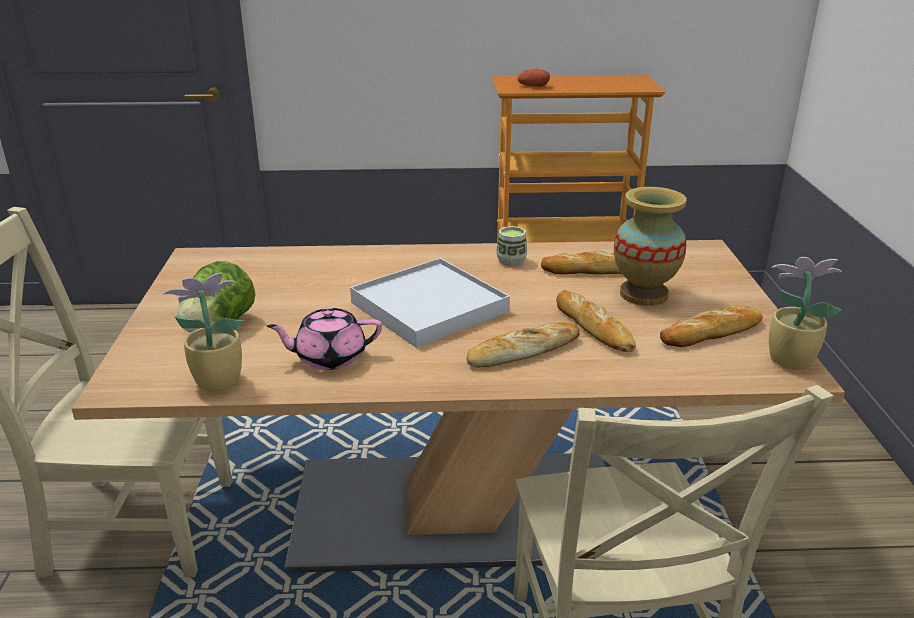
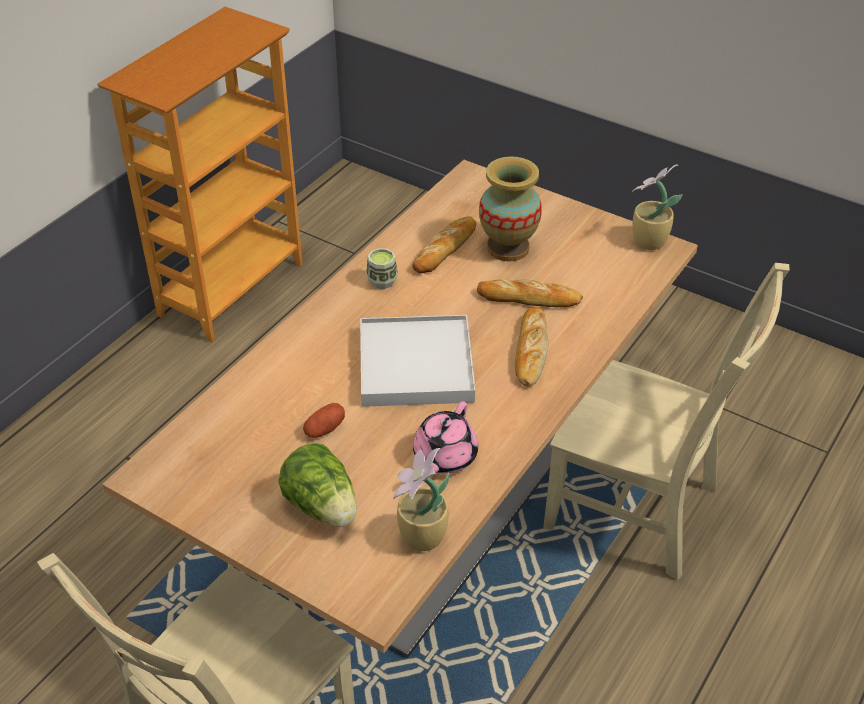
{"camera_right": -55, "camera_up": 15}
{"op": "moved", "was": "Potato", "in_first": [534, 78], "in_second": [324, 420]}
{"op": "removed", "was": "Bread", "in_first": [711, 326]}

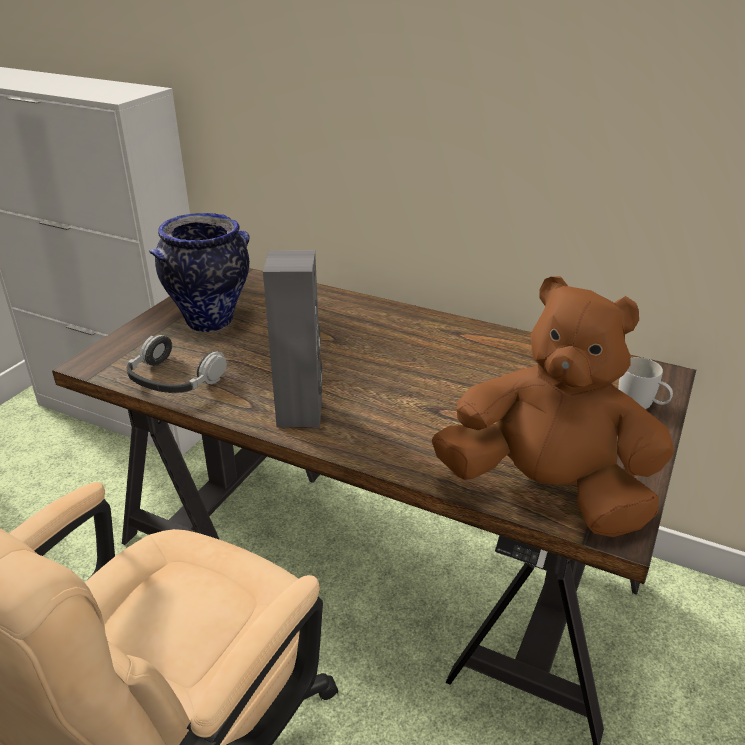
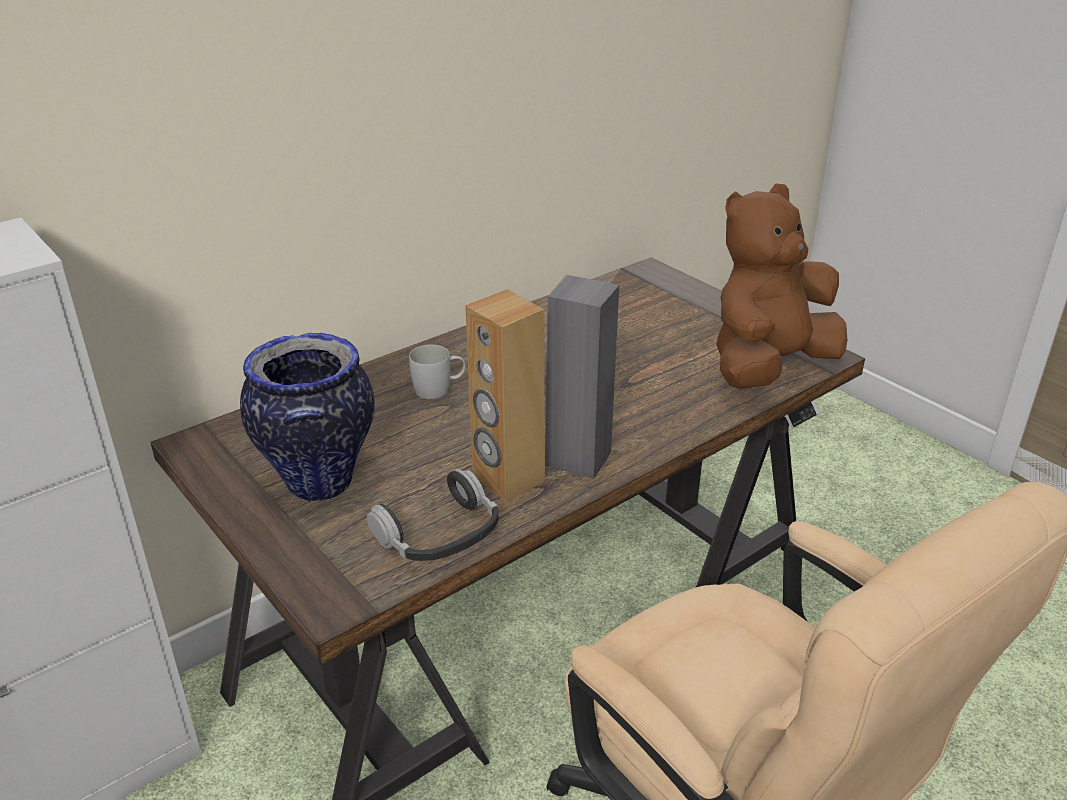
{"camera_right": -65, "camera_up": 0}
{"op": "moved", "was": "WhiteMug", "in_first": [645, 383], "in_second": [437, 371]}
{"op": "added", "now": "BrownSpeaker", "in_second": [505, 395]}

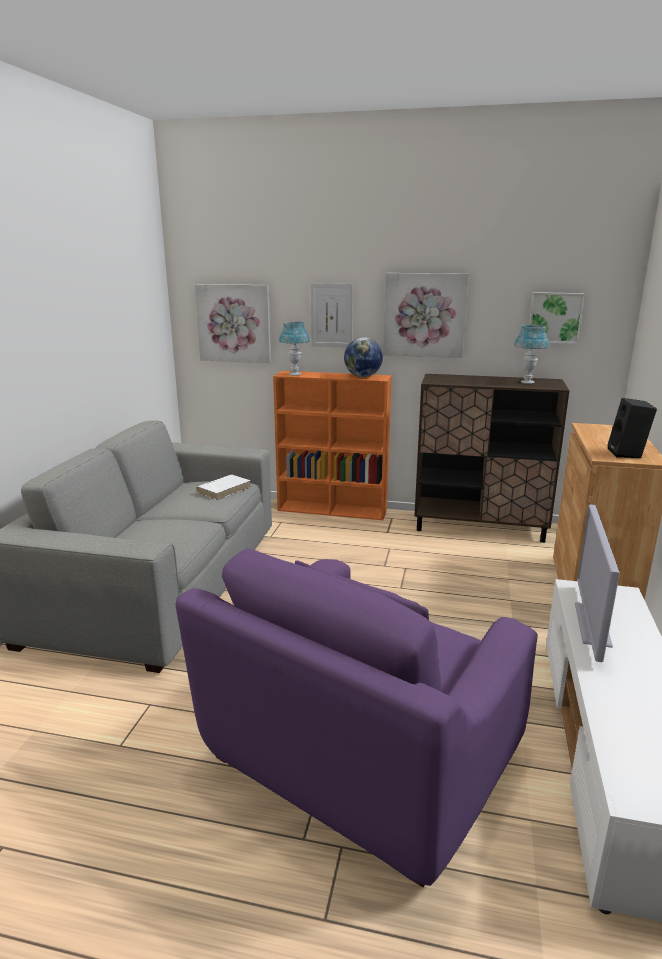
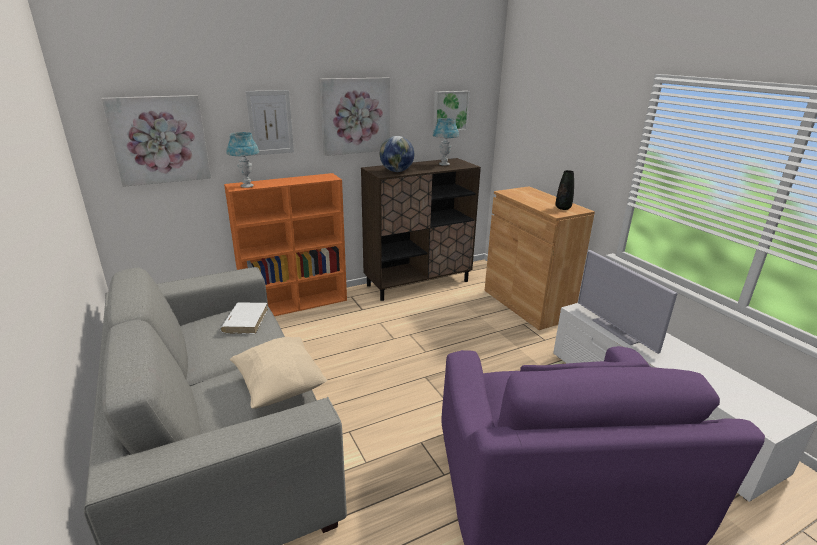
{"camera_right": -40, "camera_up": 5}
{"op": "moved", "was": "Globe", "in_first": [363, 357], "in_second": [397, 154]}
{"op": "replaced", "was": "BlackSpeaker", "now": "BlackVase", "in_first": [632, 428], "in_second": [564, 190]}
{"op": "added", "now": "BeigePillow", "in_second": [278, 373]}

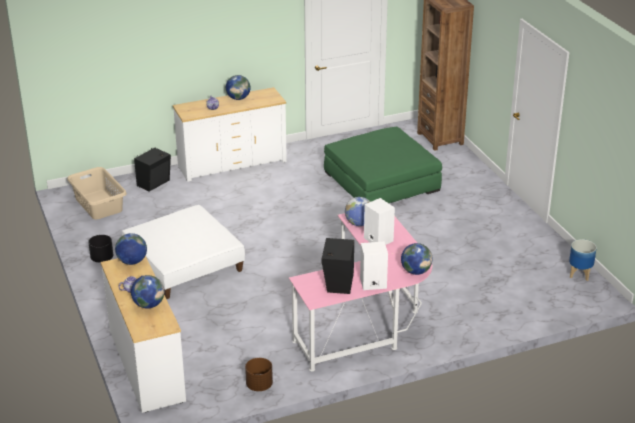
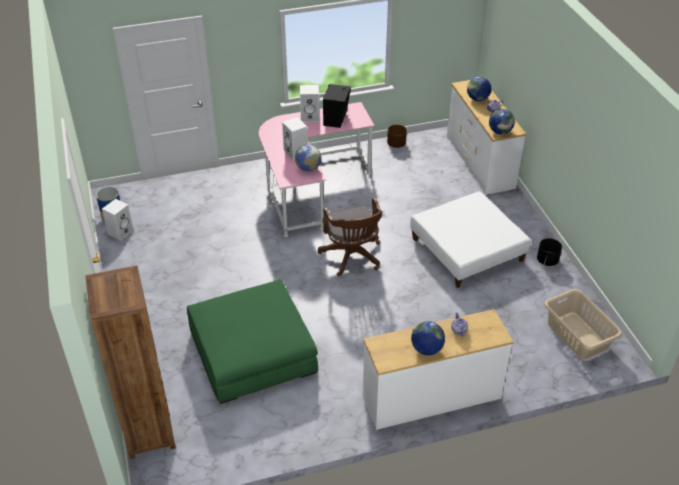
{"camera_right": -175, "camera_up": 10}
{"op": "removed", "was": "BlackSpeaker", "in_first": [152, 169]}
{"op": "removed", "was": "Globe", "in_first": [416, 259]}
{"op": "added", "now": "BrownOfficeChair", "in_second": [350, 236]}
{"op": "added", "now": "WhiteSpeaker", "in_second": [118, 220]}

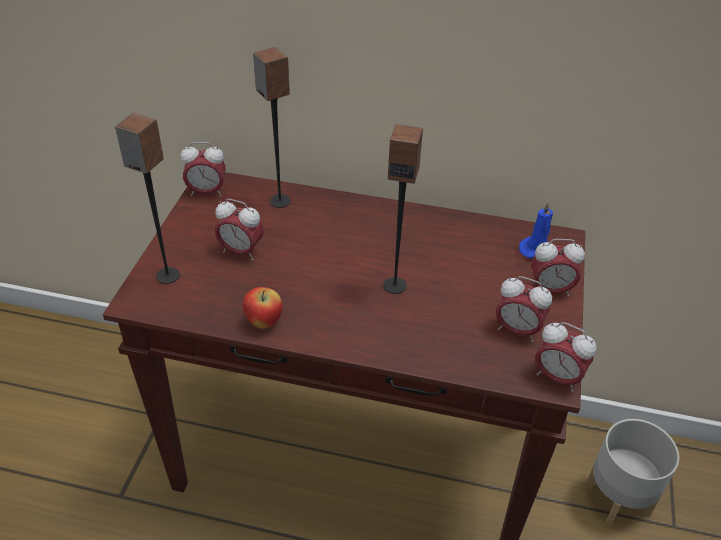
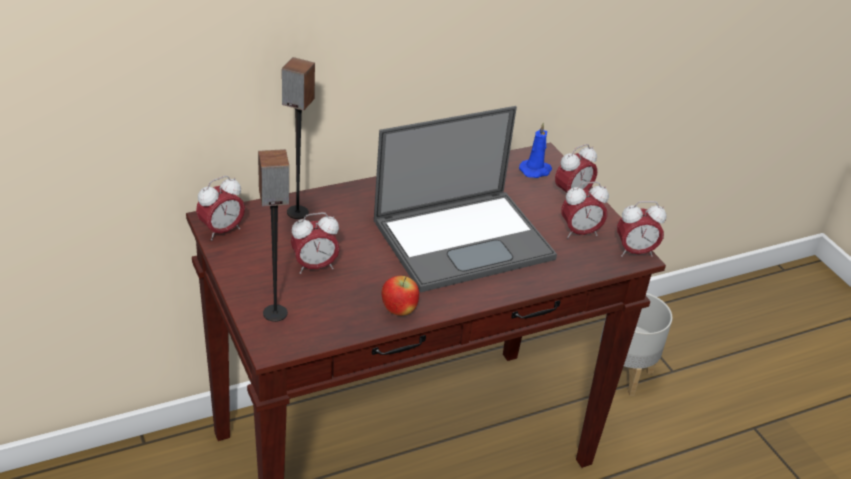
{"camera_right": -40, "camera_up": -5}
{"op": "replaced", "was": "Speaker", "now": "Laptop", "in_first": [403, 209], "in_second": [465, 199]}

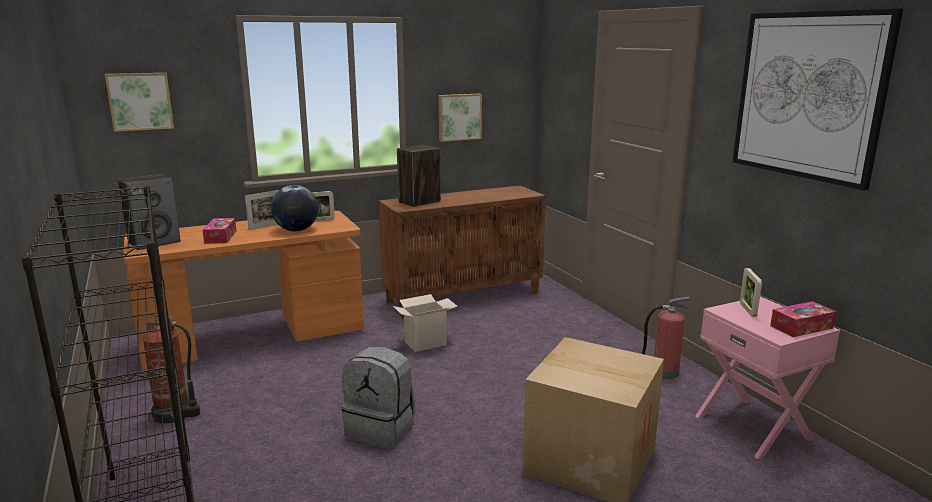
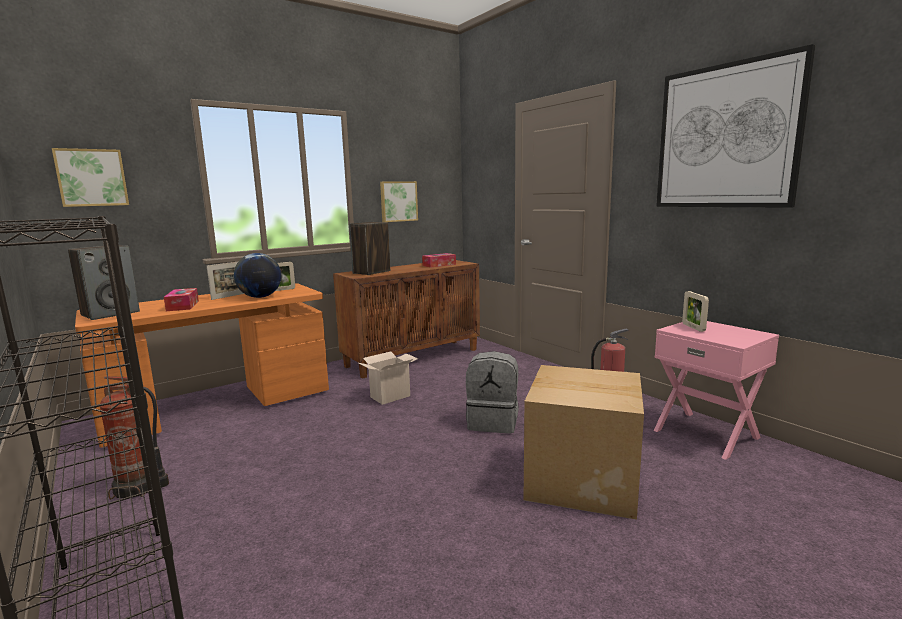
{"camera_right": -10, "camera_up": -5}
{"op": "moved", "was": "TissueBox", "in_first": [803, 319], "in_second": [439, 260]}
{"op": "moved", "was": "GreyBackpack", "in_first": [378, 398], "in_second": [492, 392]}

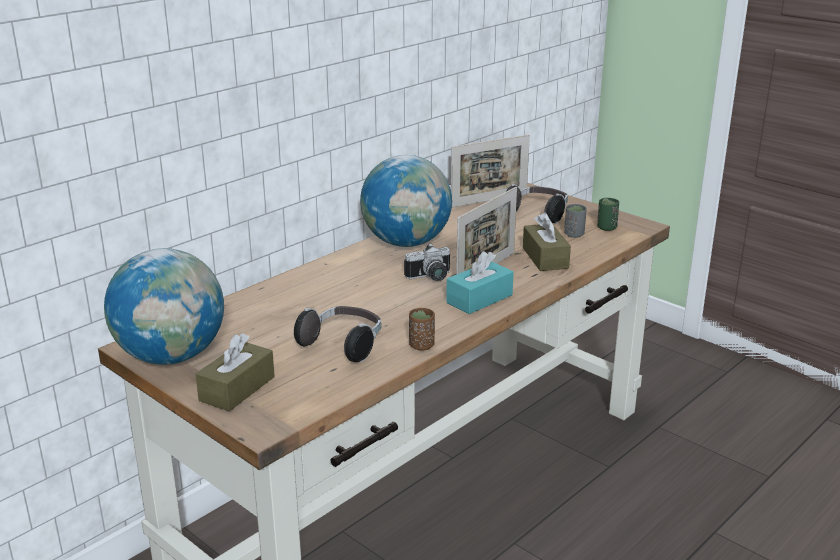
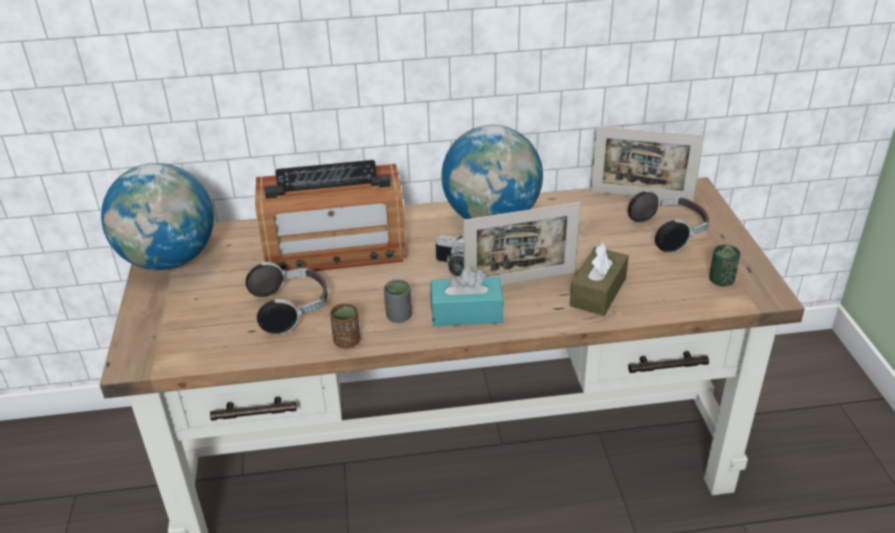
{"camera_right": 40, "camera_up": 10}
{"op": "moved", "was": "GreyCup", "in_first": [575, 221], "in_second": [398, 301]}
{"op": "removed", "was": "BrownTissueBox", "in_first": [235, 372]}
{"op": "added", "now": "Radio", "in_second": [330, 216]}

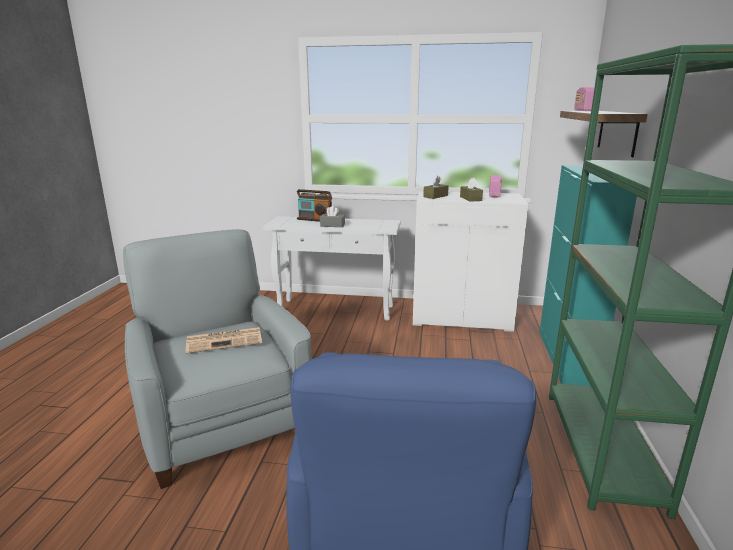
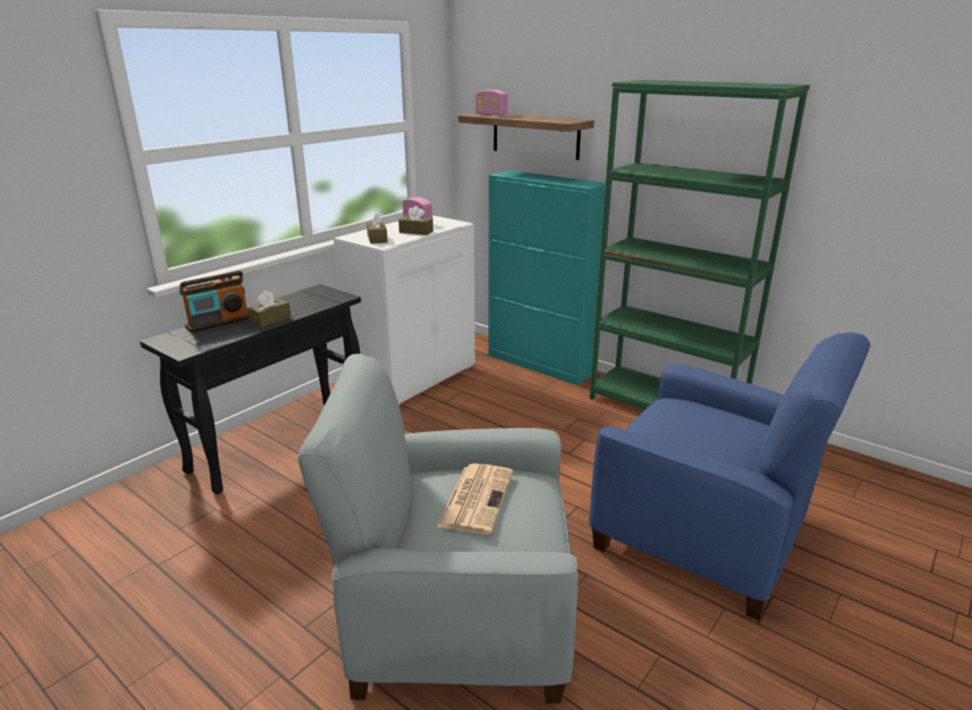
{"camera_right": -60, "camera_up": 5}
{"op": "recoloured", "was": "GreyTissueBox", "now": "BrownTissueBox", "in_first": [332, 216], "in_second": [269, 309]}
{"op": "recoloured", "was": "WhiteConsoleTable", "now": "BlackConsoleTable", "in_first": [332, 268], "in_second": [250, 389]}

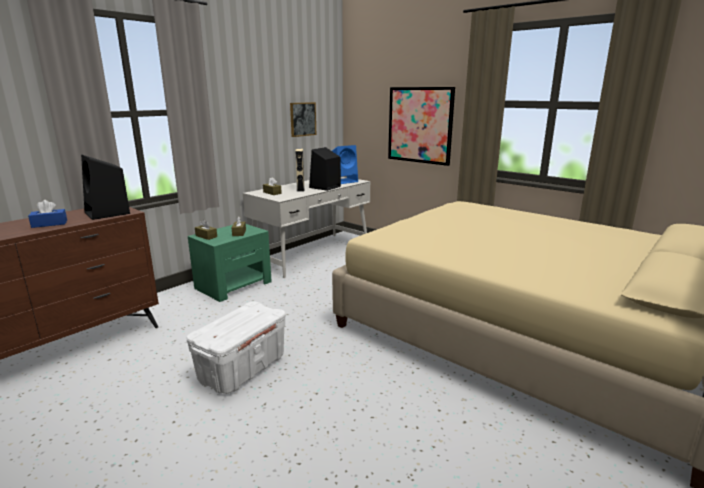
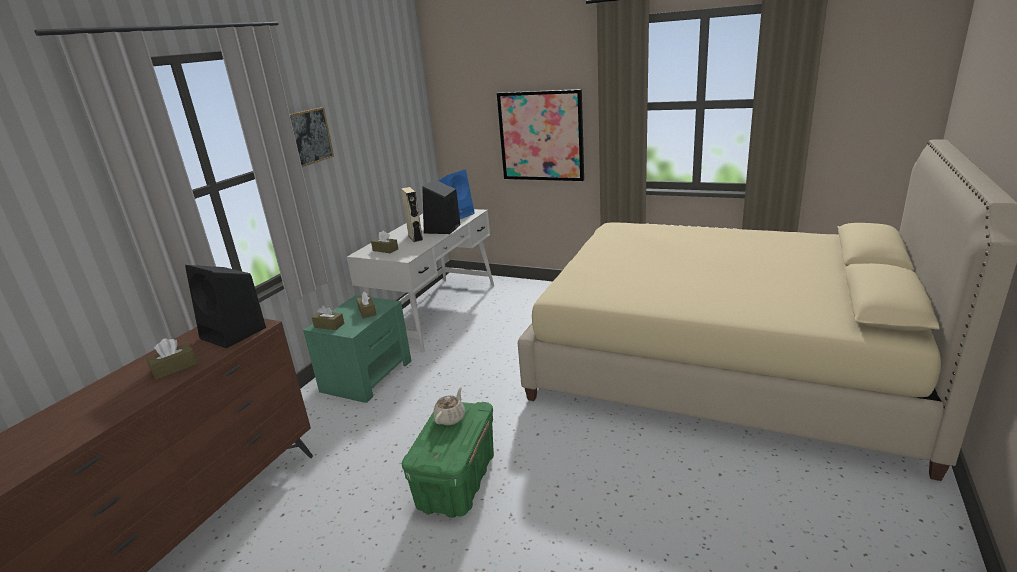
{"camera_right": -15, "camera_up": 5}
{"op": "moved", "was": "Picture", "in_first": [303, 119], "in_second": [312, 137]}
{"op": "recoloured", "was": "BlueTissueBox", "now": "BrownTissueBox", "in_first": [47, 214], "in_second": [172, 359]}
{"op": "recoloured", "was": "WhiteStorageBox", "now": "GreenStorageBox", "in_first": [236, 348], "in_second": [448, 460]}
{"op": "added", "now": "BeigeTeapot", "in_second": [449, 406]}

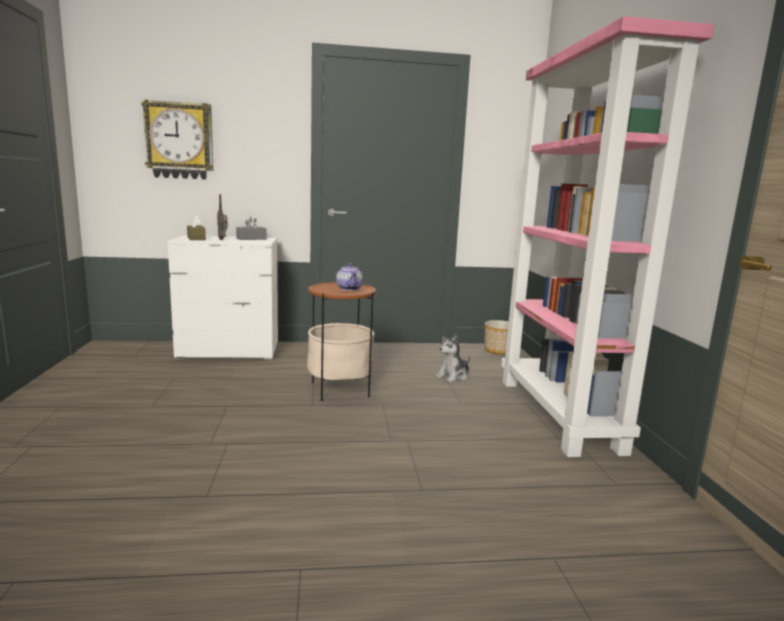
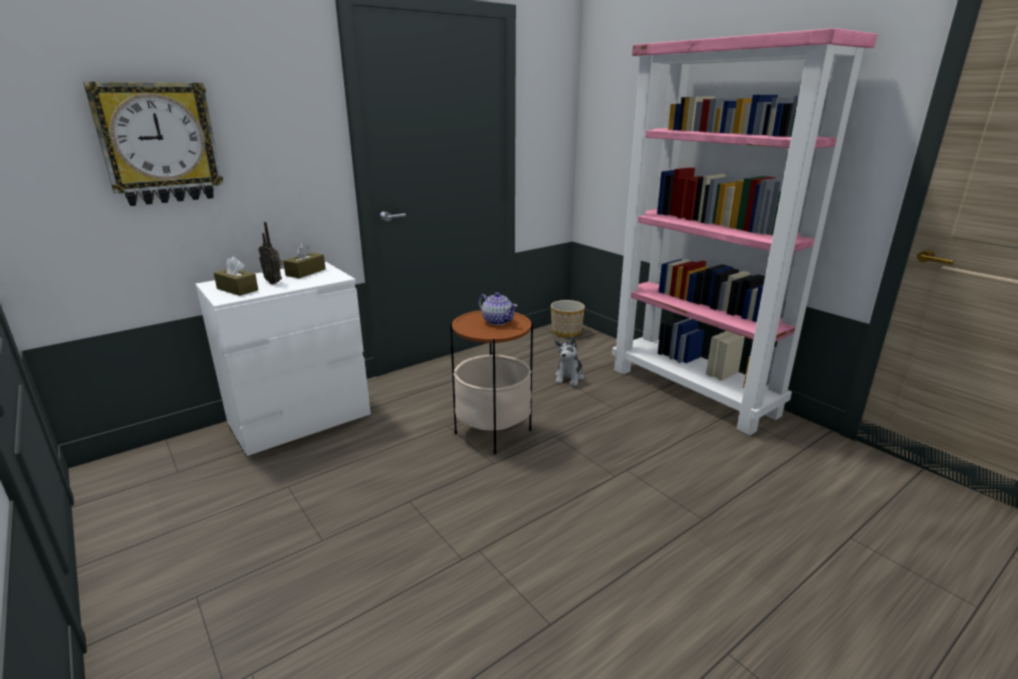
{"camera_right": -30, "camera_up": 10}
{"op": "recoloured", "was": "GreyTissueBox", "now": "BrownTissueBox", "in_first": [251, 228], "in_second": [304, 260]}

